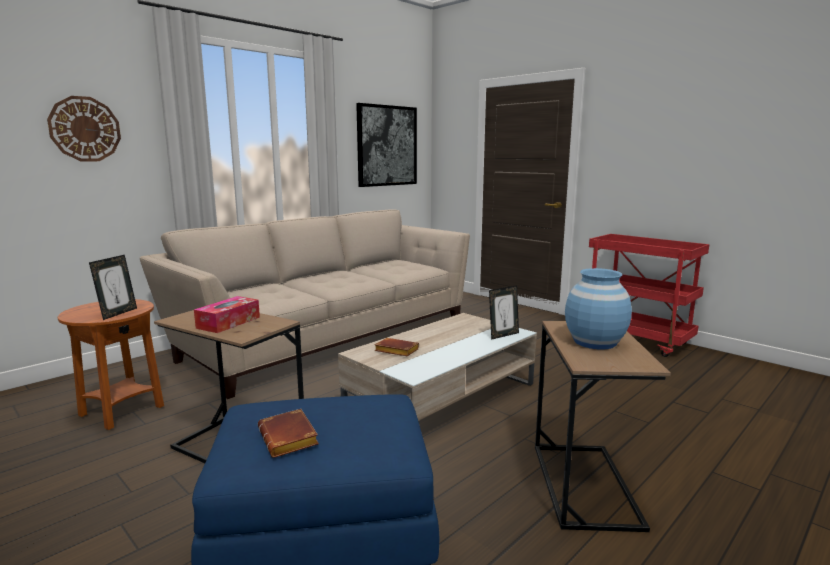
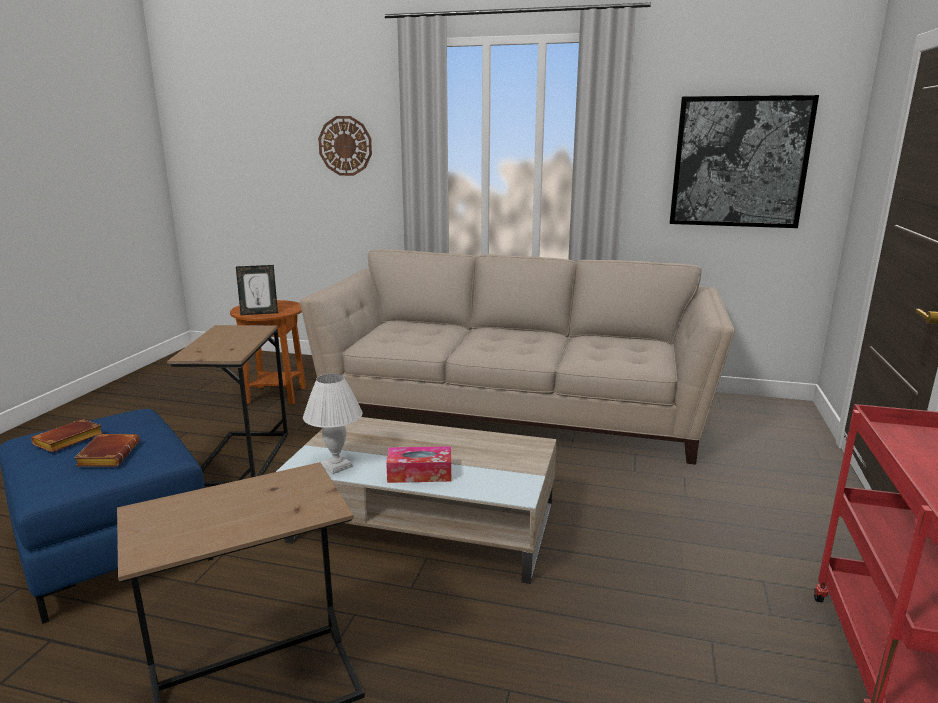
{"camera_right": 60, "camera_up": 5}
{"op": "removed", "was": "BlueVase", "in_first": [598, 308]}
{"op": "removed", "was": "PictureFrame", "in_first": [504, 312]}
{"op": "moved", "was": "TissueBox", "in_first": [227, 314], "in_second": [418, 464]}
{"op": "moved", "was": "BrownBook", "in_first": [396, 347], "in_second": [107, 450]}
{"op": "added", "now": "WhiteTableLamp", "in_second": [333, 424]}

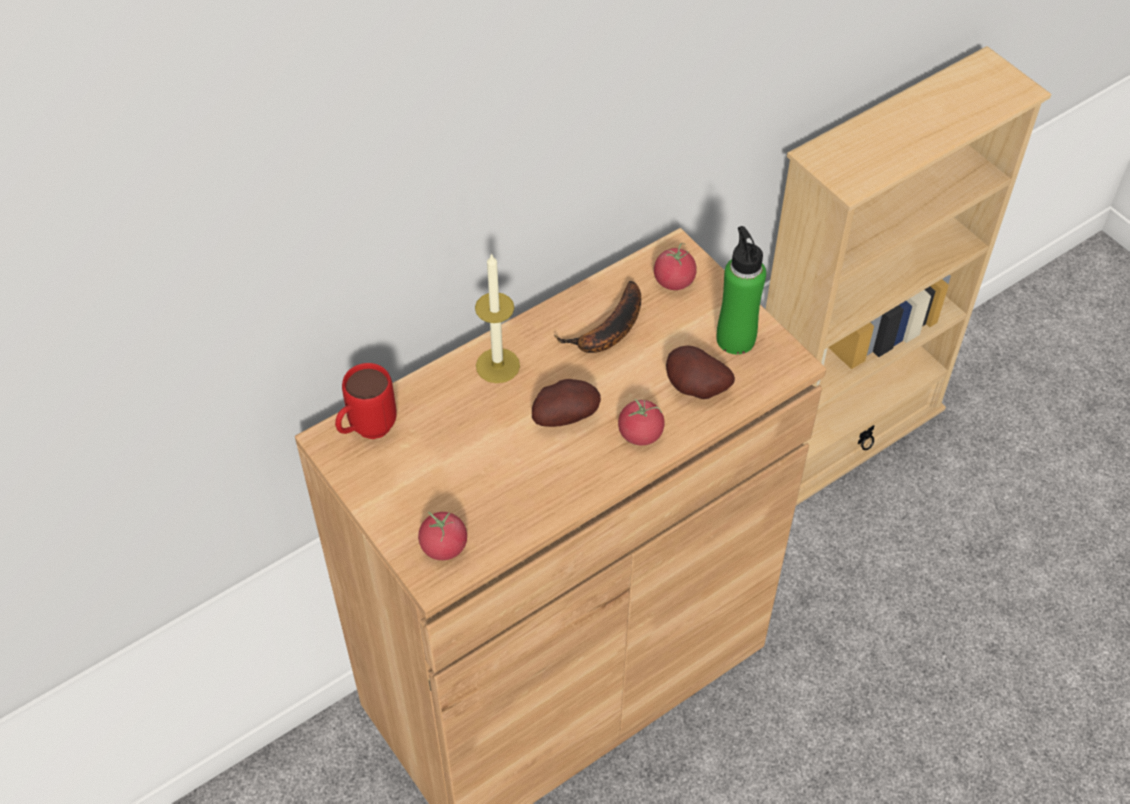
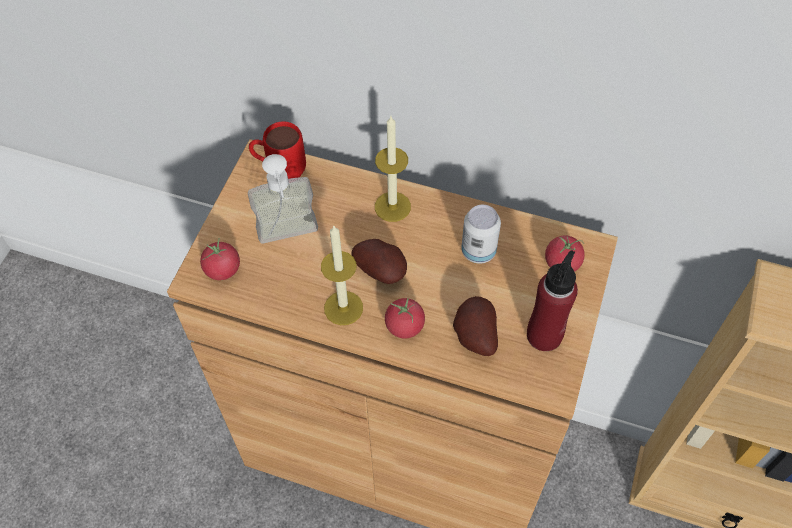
{"camera_right": 55, "camera_up": 5}
{"op": "recoloured", "was": "GreenBottle", "now": "RedBottle", "in_first": [741, 290], "in_second": [552, 300]}
{"op": "replaced", "was": "Banana", "now": "Can", "in_first": [597, 317], "in_second": [481, 234]}
{"op": "added", "now": "SoapDispenser", "in_second": [283, 199]}
{"op": "added", "now": "Candle", "in_second": [342, 275]}

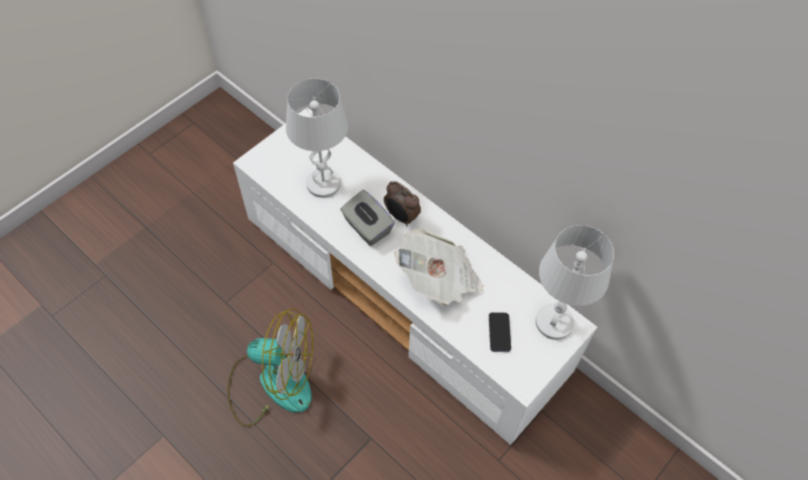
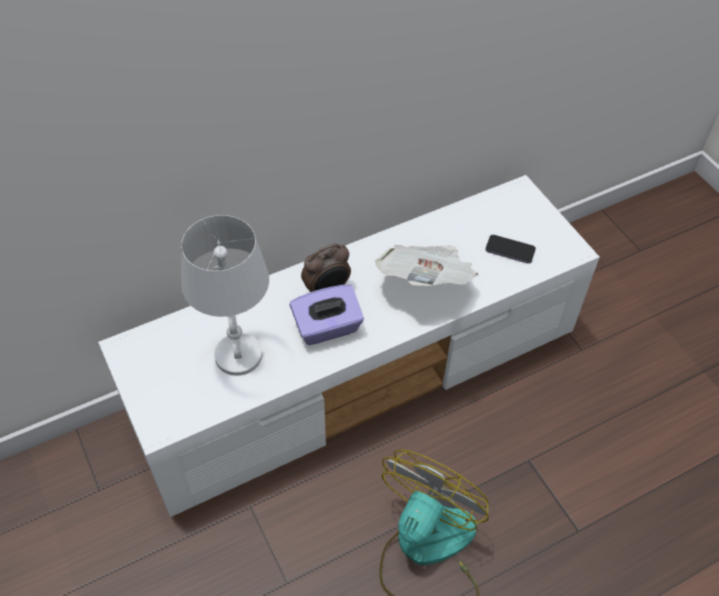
{"camera_right": -70, "camera_up": -5}
{"op": "recoloured", "was": "GreyTissueBox", "now": "PurpleTissueBox", "in_first": [367, 218], "in_second": [327, 315]}
{"op": "removed", "was": "WhiteTableLamp", "in_first": [574, 282]}

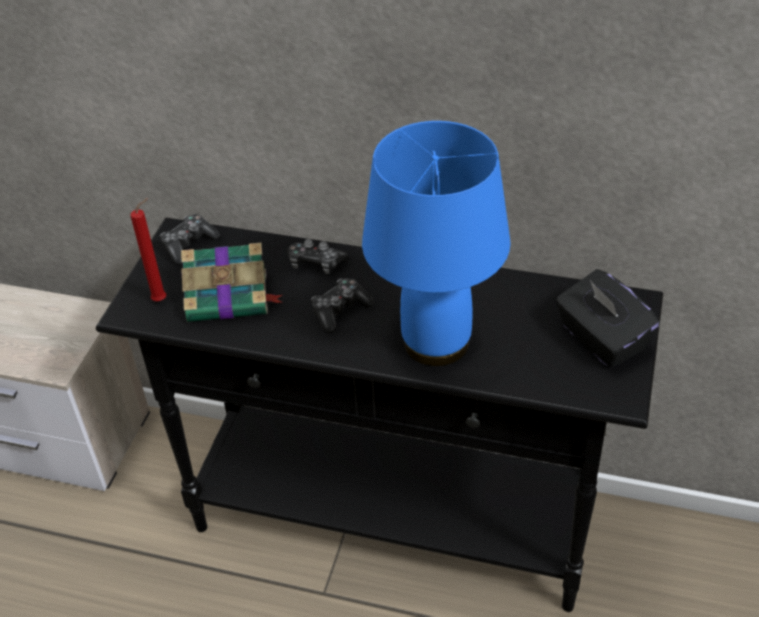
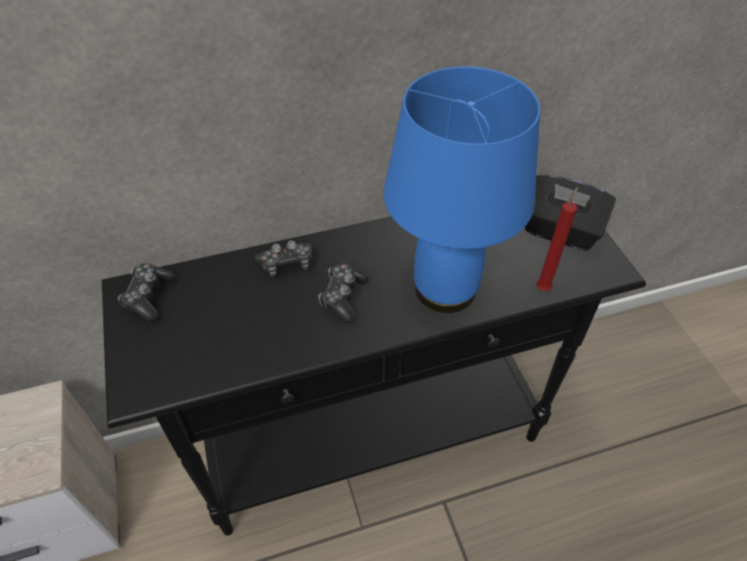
{"camera_right": -35, "camera_up": 5}
{"op": "moved", "was": "RedCandle", "in_first": [148, 249], "in_second": [557, 239]}
{"op": "removed", "was": "Book", "in_first": [232, 282]}

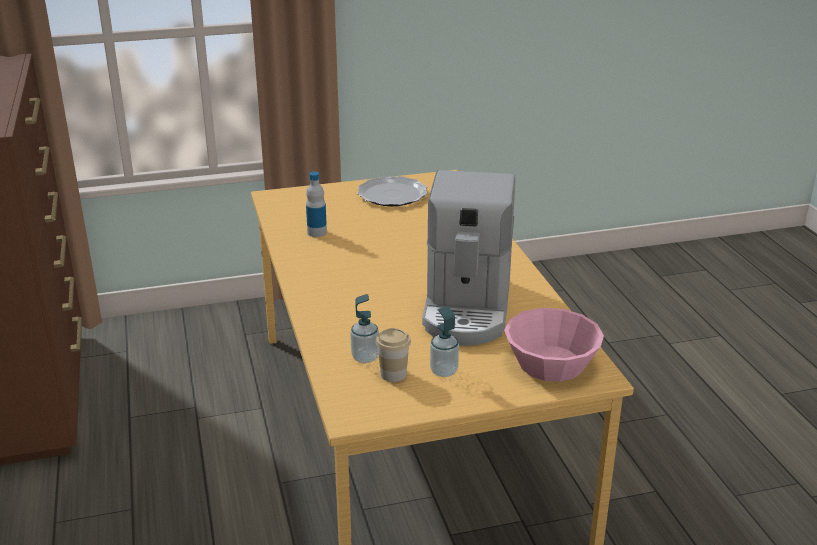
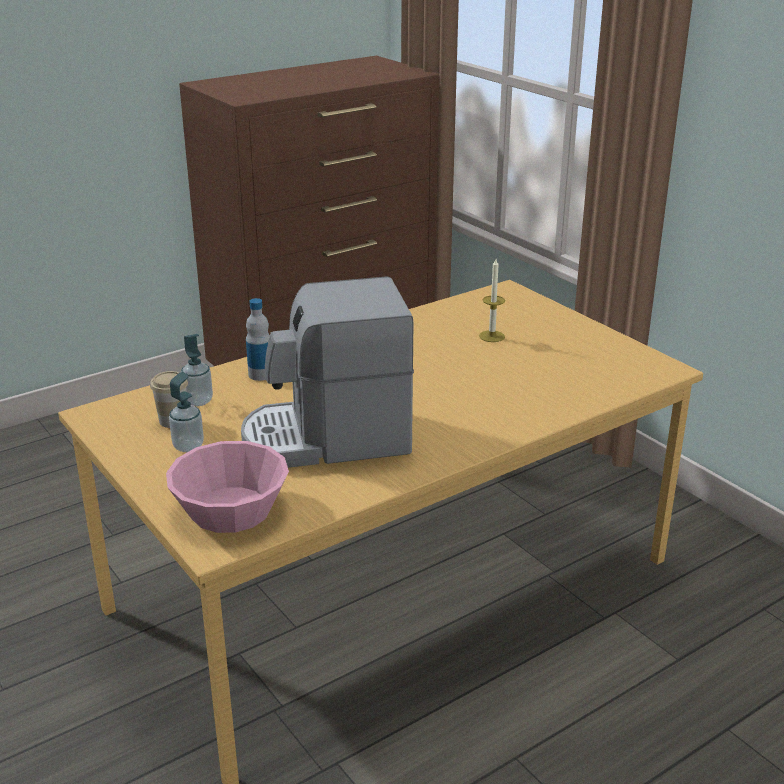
{"camera_right": 70, "camera_up": 0}
{"op": "moved", "was": "Bottle", "in_first": [316, 204], "in_second": [258, 339]}
{"op": "removed", "was": "Plate", "in_first": [392, 191]}
{"op": "added", "now": "Candle", "in_second": [492, 300]}

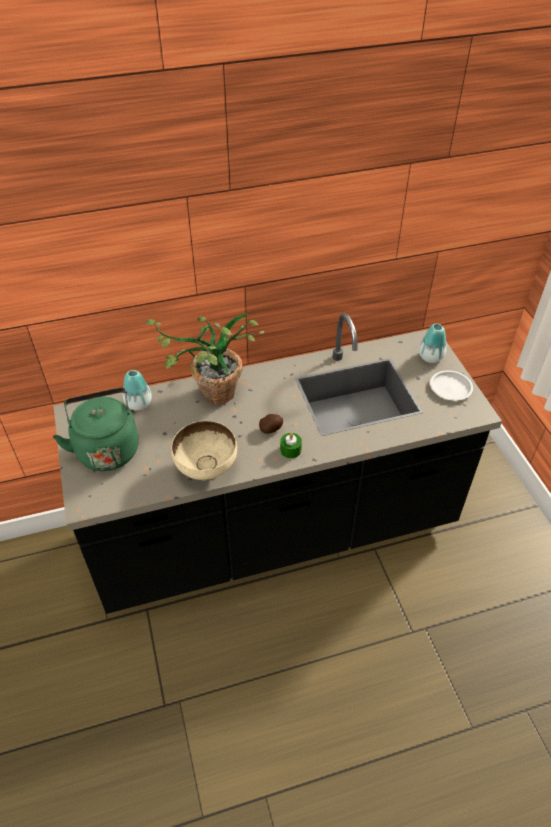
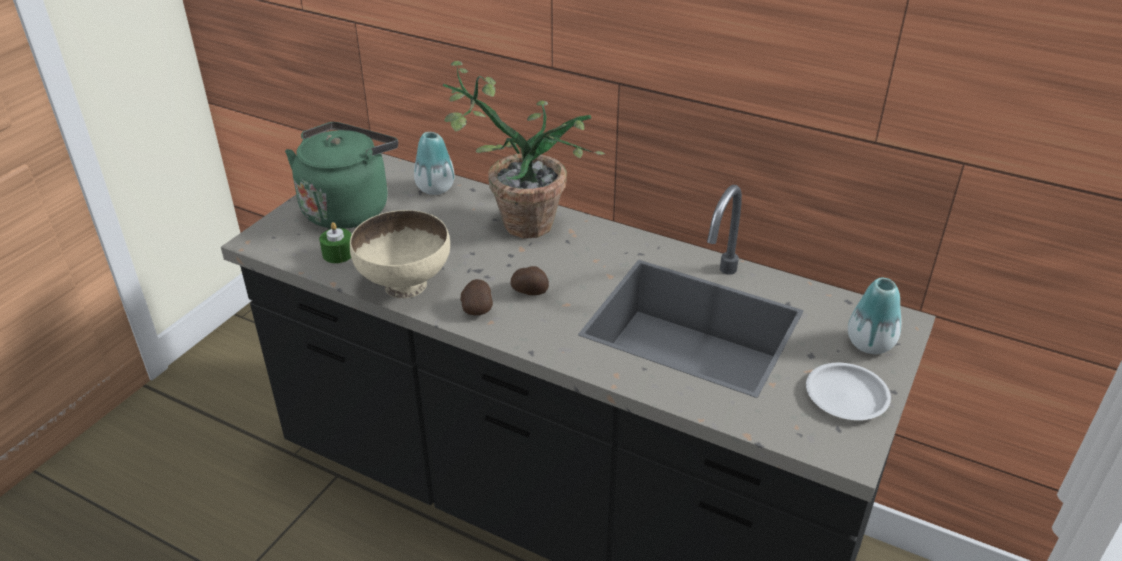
{"camera_right": 45, "camera_up": -10}
{"op": "moved", "was": "GreenCandle", "in_first": [291, 445], "in_second": [335, 242]}
{"op": "added", "now": "Potato", "in_second": [477, 297]}

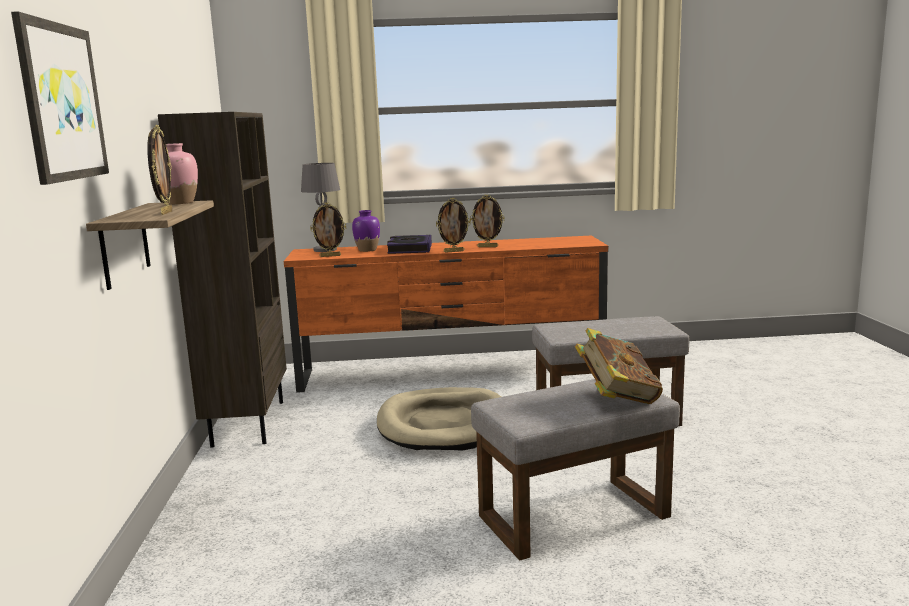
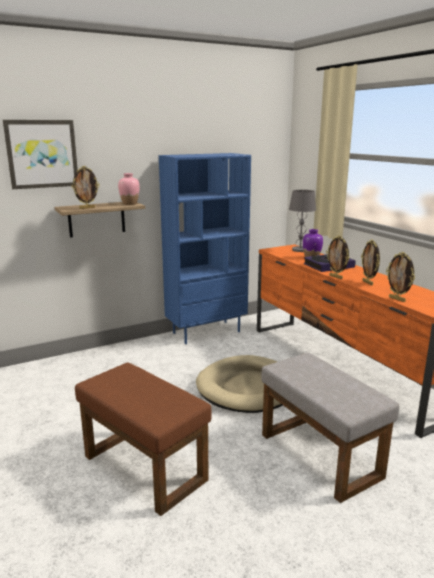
{"camera_right": 65, "camera_up": 5}
{"op": "recoloured", "was": "BrownBookcase", "now": "BlueBookcase", "in_first": [222, 280], "in_second": [205, 248]}
{"op": "moved", "was": "PictureFrame", "in_first": [328, 229], "in_second": [400, 277]}
{"op": "removed", "was": "Book", "in_first": [619, 366]}
{"op": "recoloured", "was": "GreyOttoman", "now": "BrownOttoman", "in_first": [575, 470], "in_second": [143, 439]}

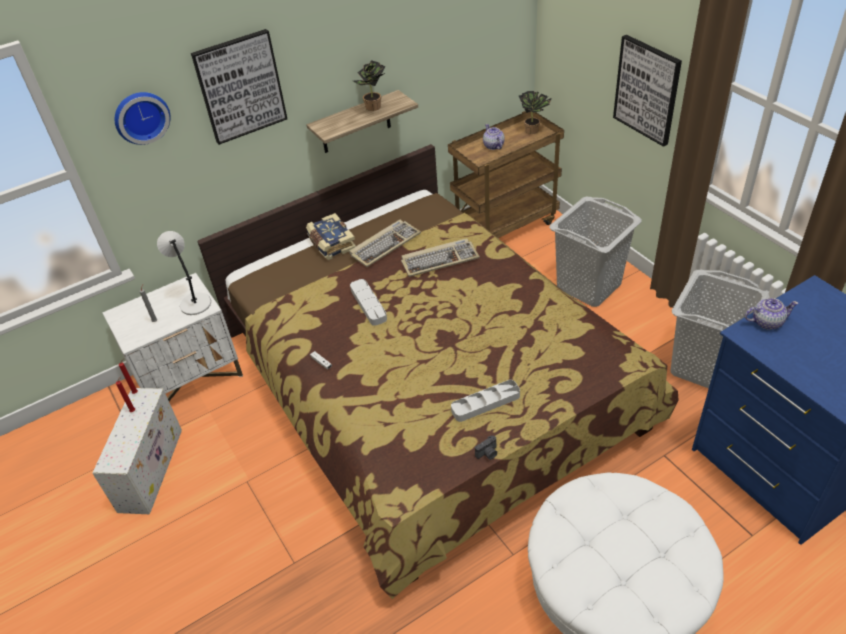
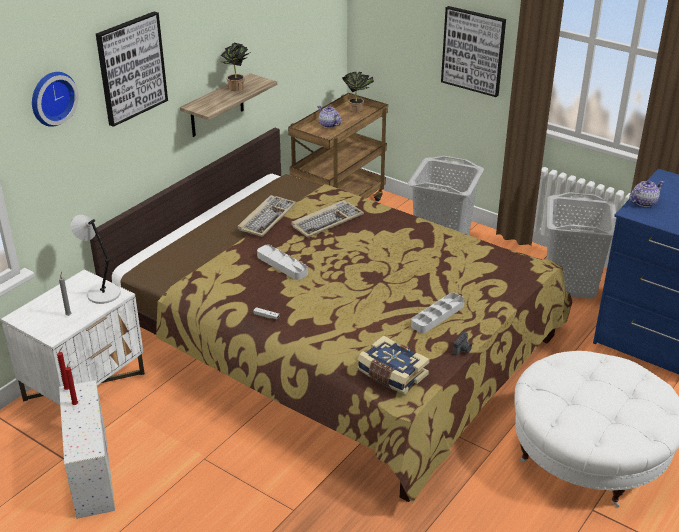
{"camera_right": -25, "camera_up": -10}
{"op": "moved", "was": "Book", "in_first": [331, 236], "in_second": [393, 365]}

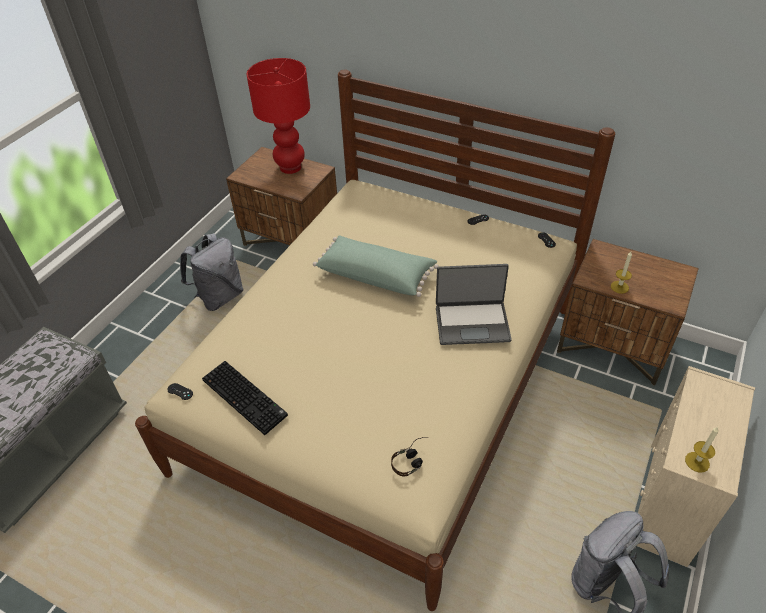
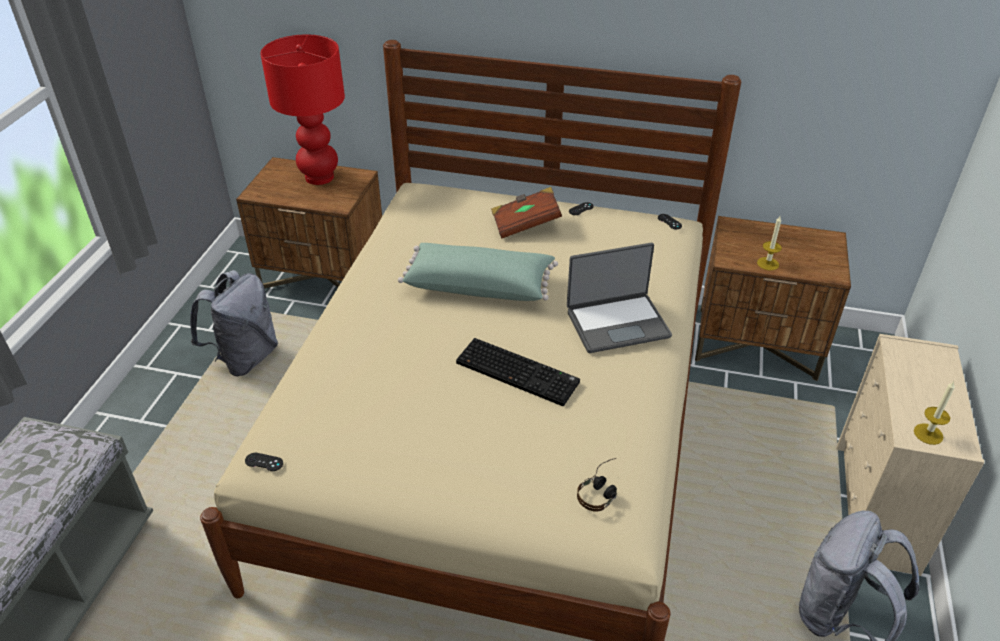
{"camera_right": -15, "camera_up": -5}
{"op": "moved", "was": "Keyboard", "in_first": [245, 398], "in_second": [518, 372]}
{"op": "added", "now": "BrownBook", "in_second": [526, 213]}

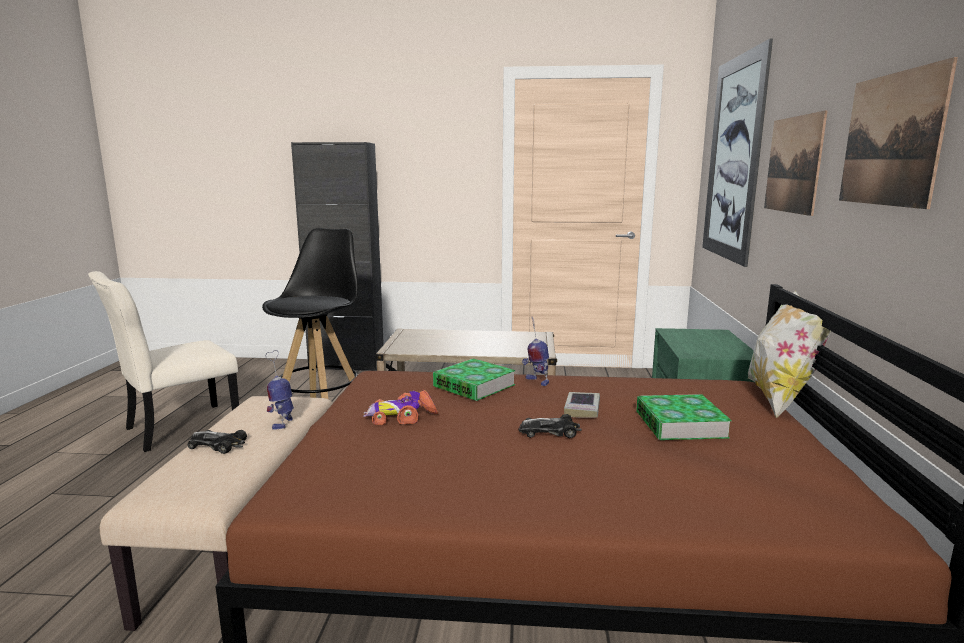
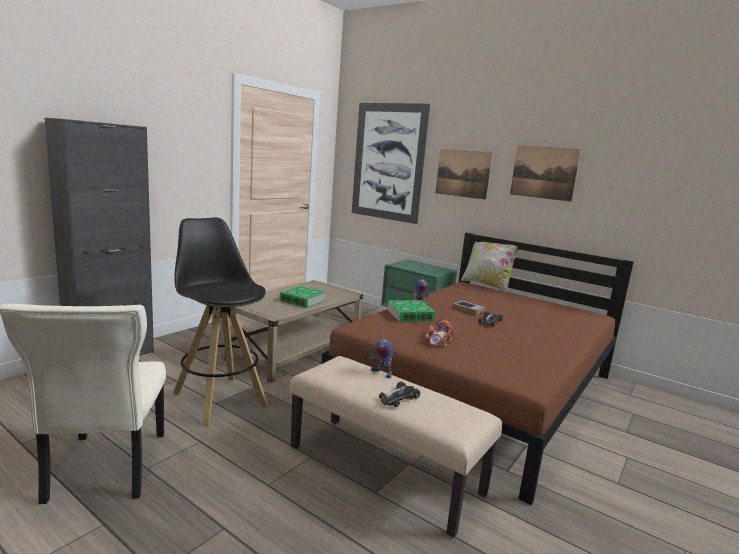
{"camera_right": -60, "camera_up": 0}
{"op": "moved", "was": "Book", "in_first": [684, 417], "in_second": [302, 297]}

